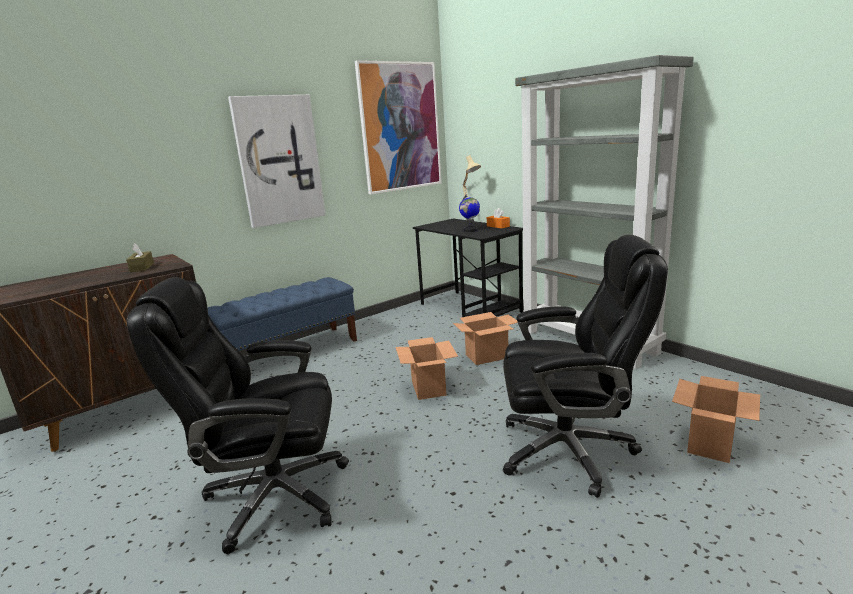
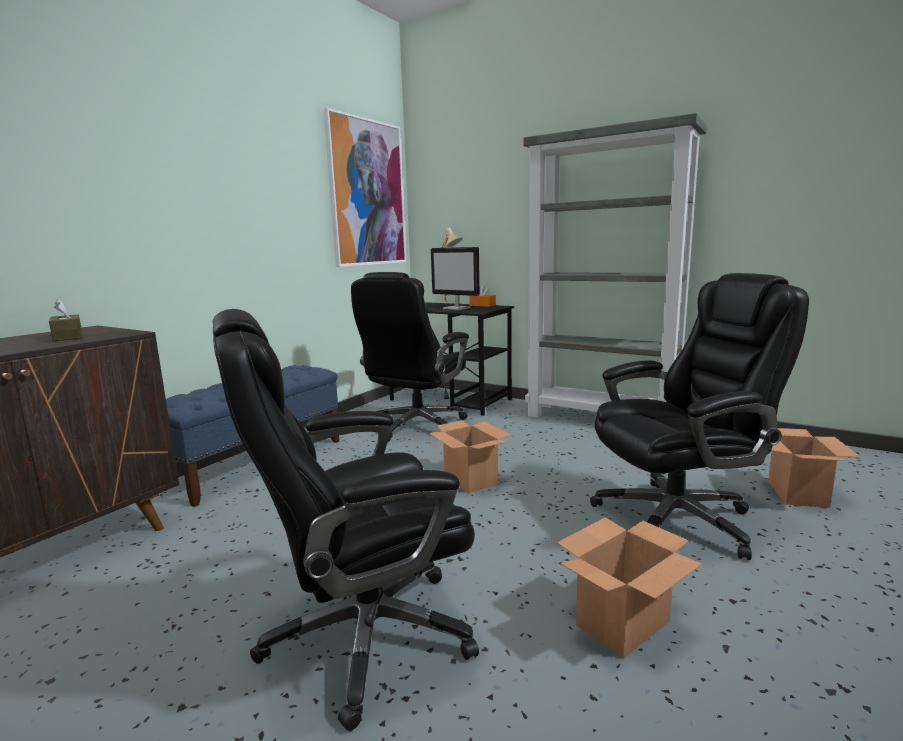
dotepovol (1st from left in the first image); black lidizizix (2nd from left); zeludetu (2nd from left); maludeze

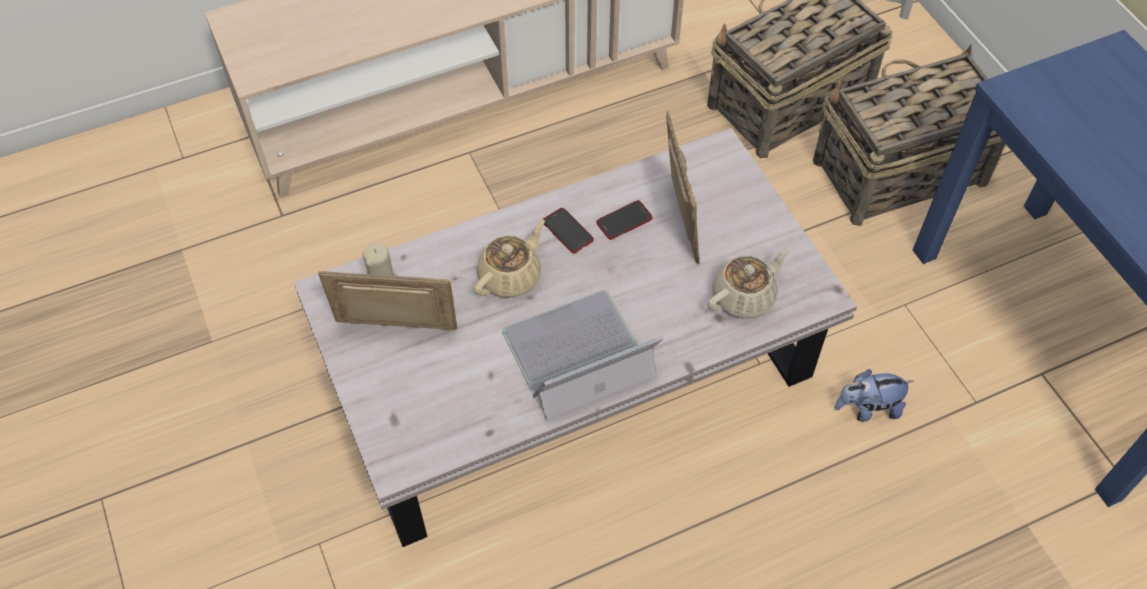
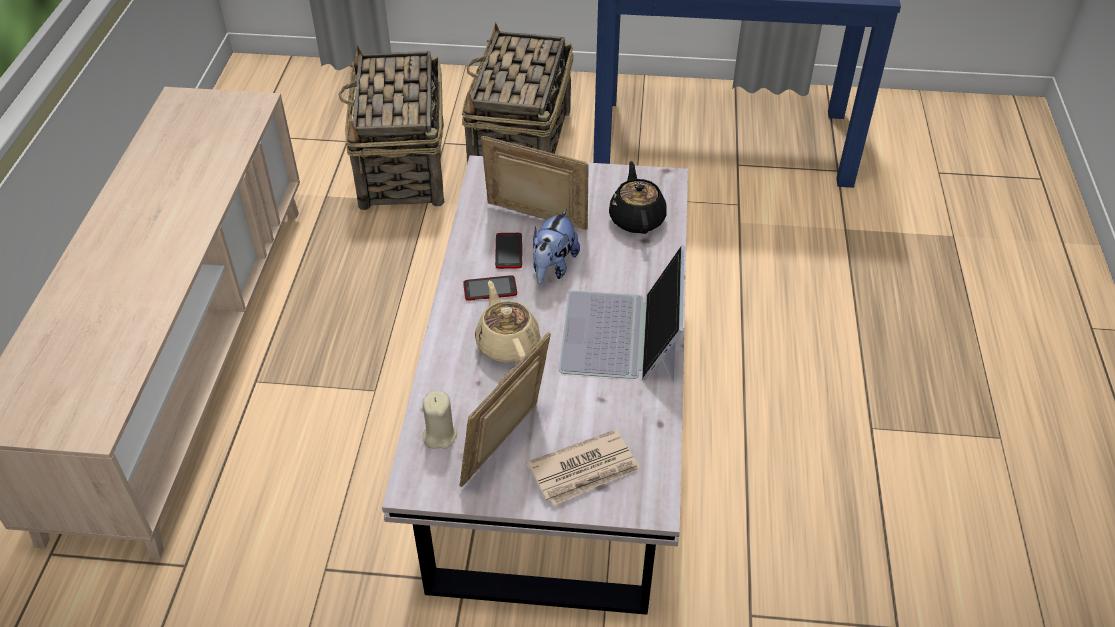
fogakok; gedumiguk; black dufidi

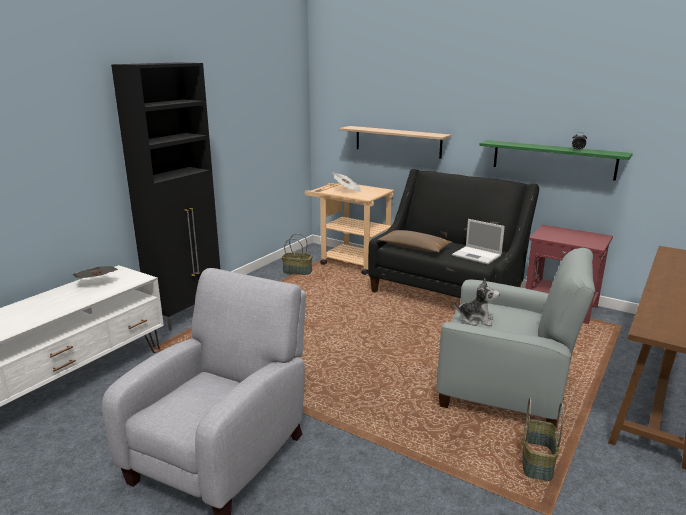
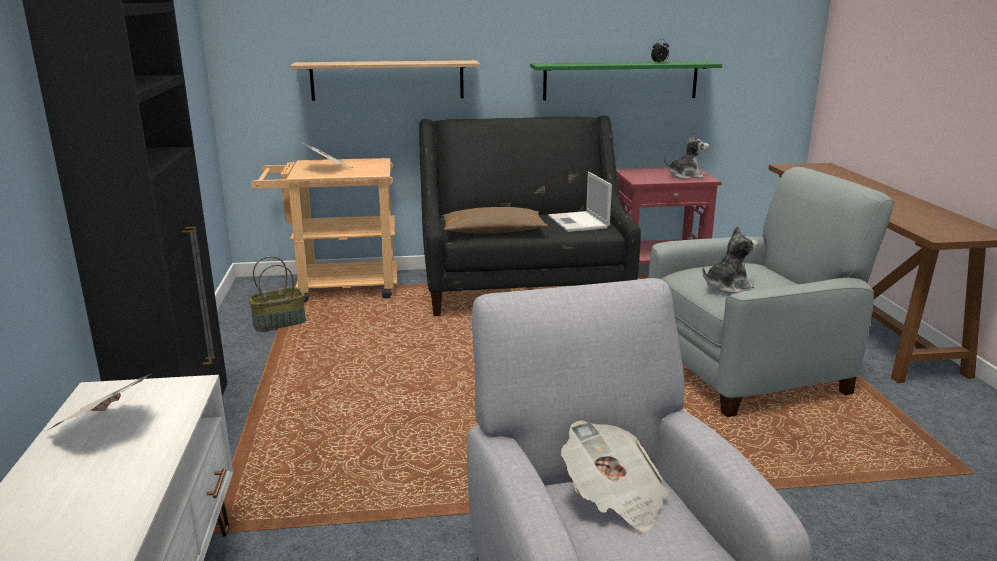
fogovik (2nd from left in the first image); fogakok (3rd from left); gedumiguk (1st from left); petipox

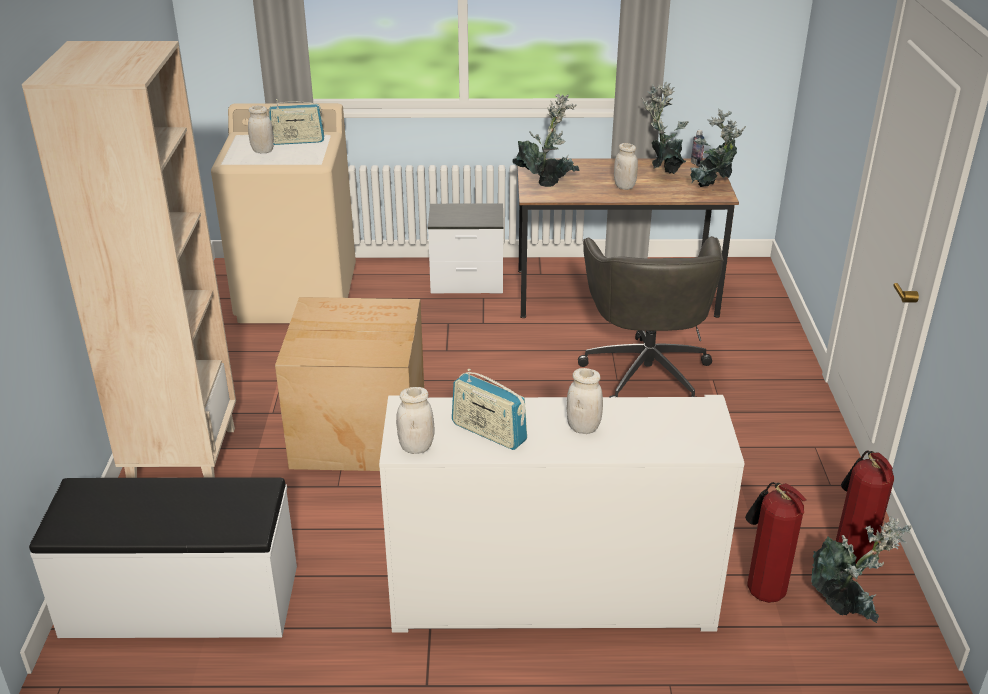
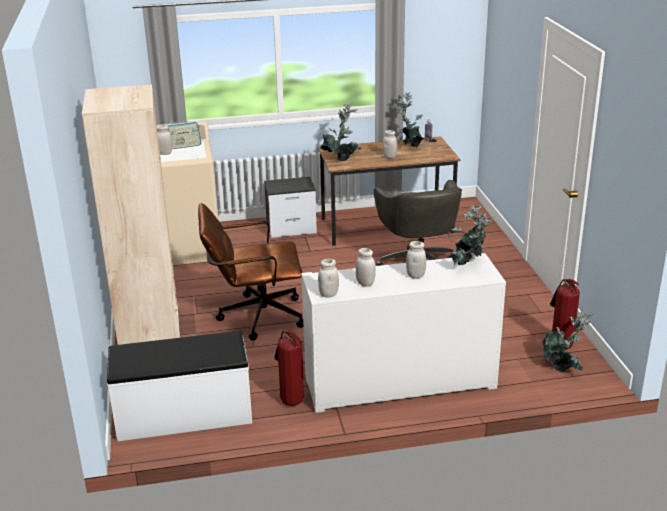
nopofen (3rd from left); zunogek (1st from left); brown lidizizix; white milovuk (3rd from left)

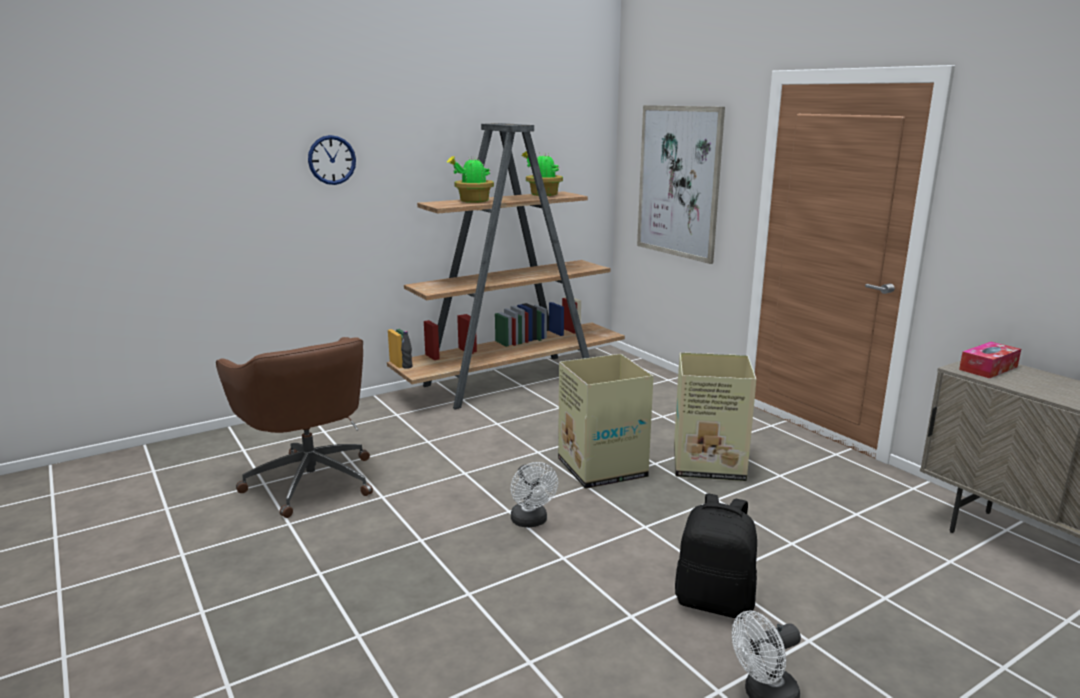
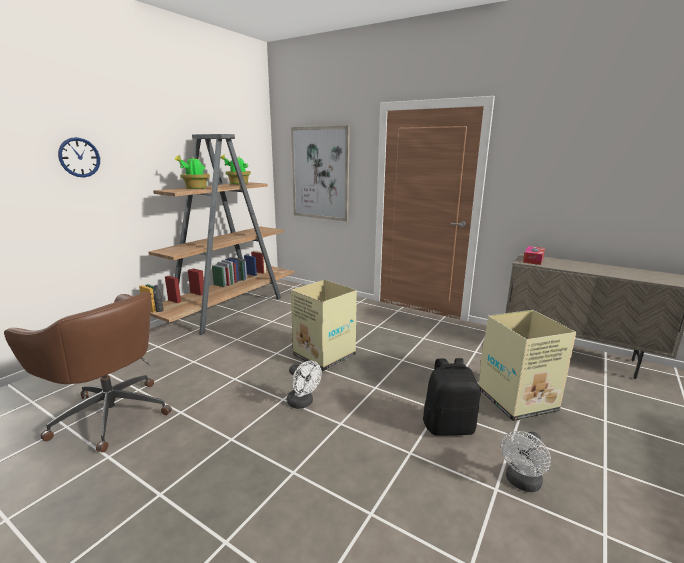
zeludetu (2nd from left)

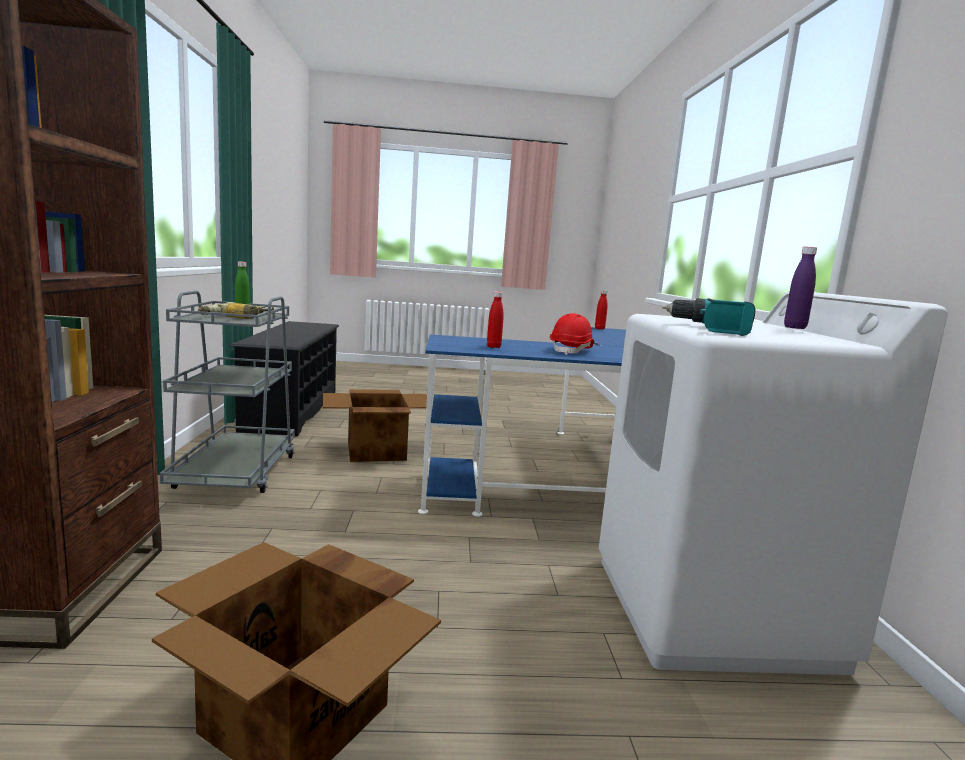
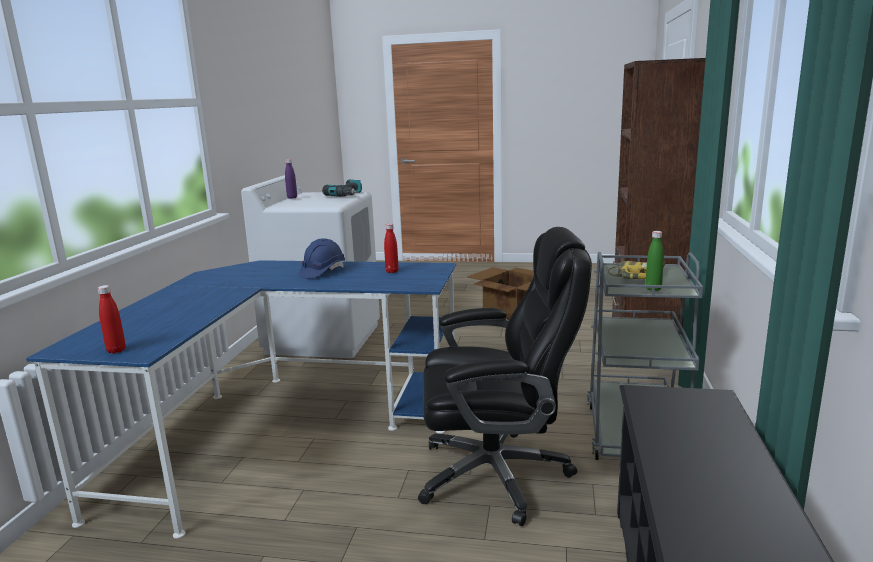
black lidizizix; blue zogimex

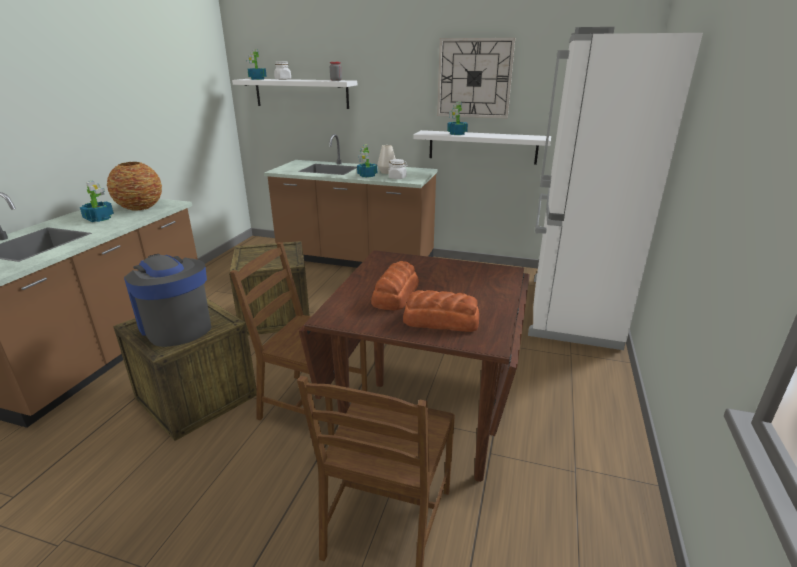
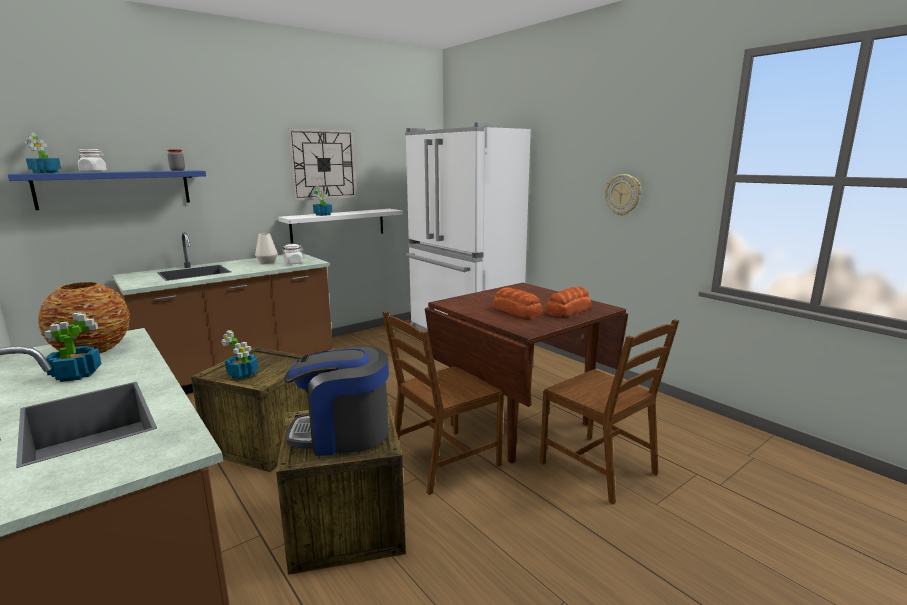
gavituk (2nd from left); nopofen (3rd from left); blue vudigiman

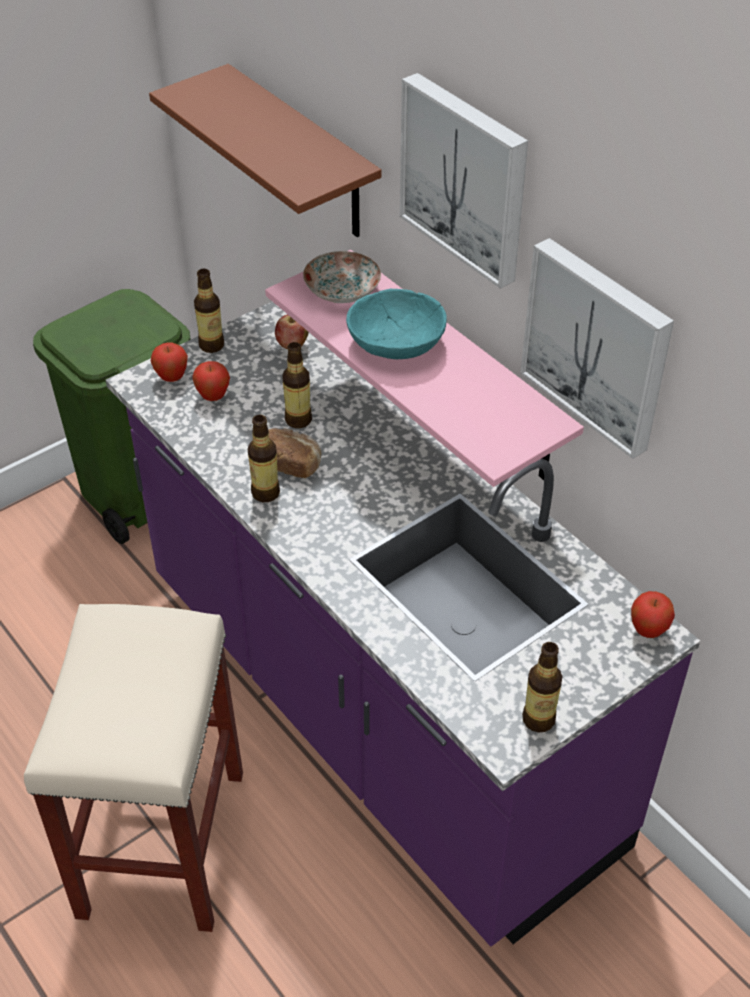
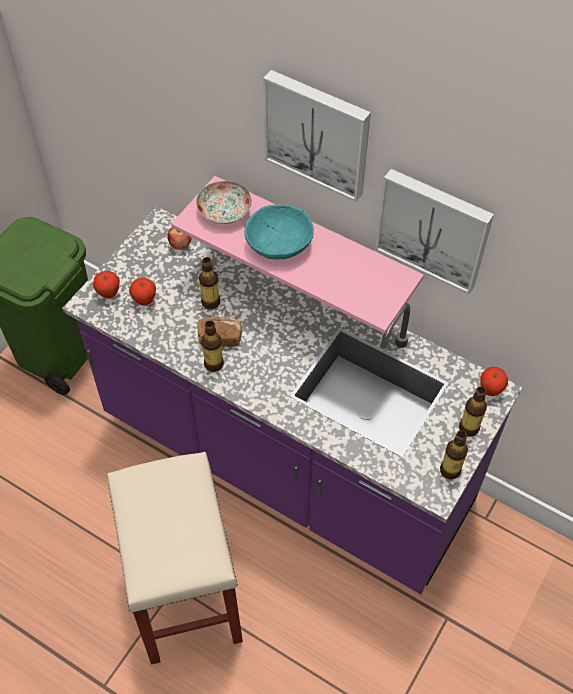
brown vudigiman; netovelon (4th from left)

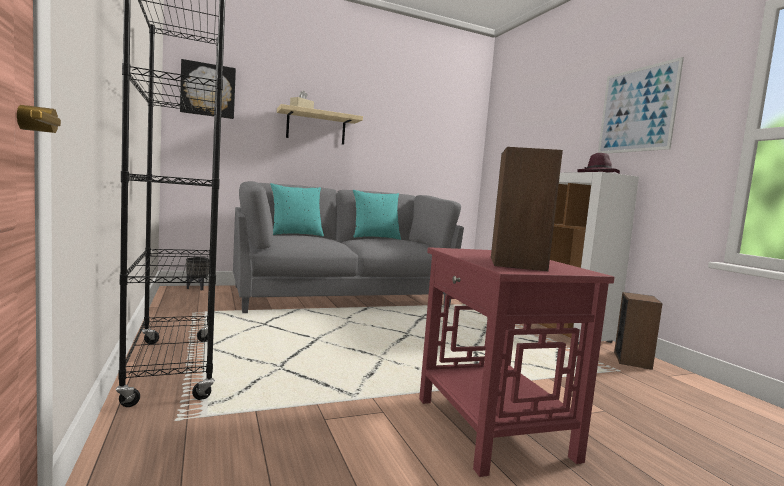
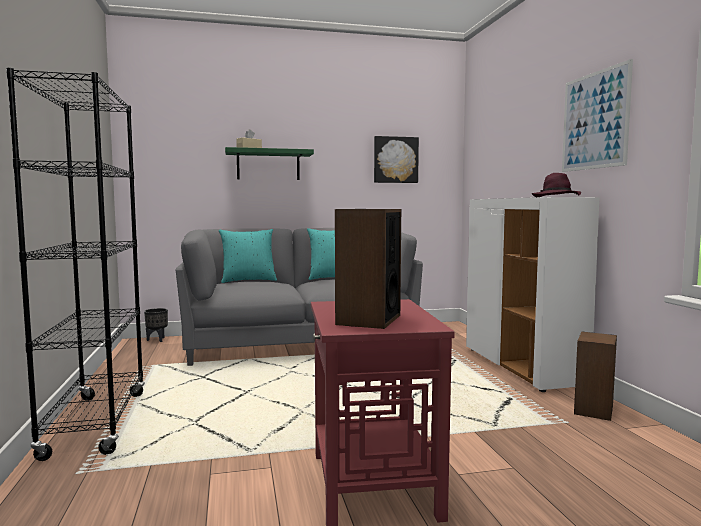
dotepovol (1st from left); green vudigiman

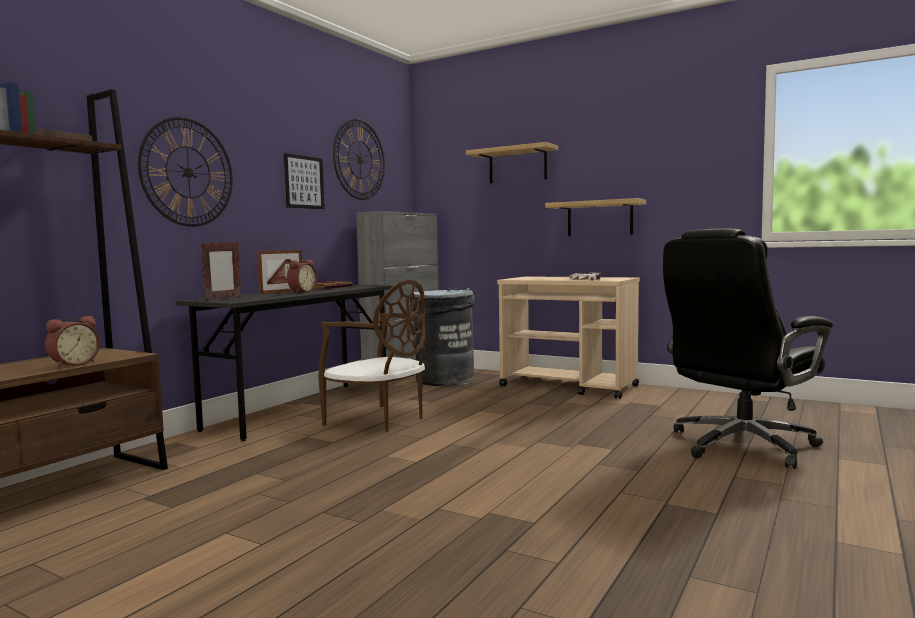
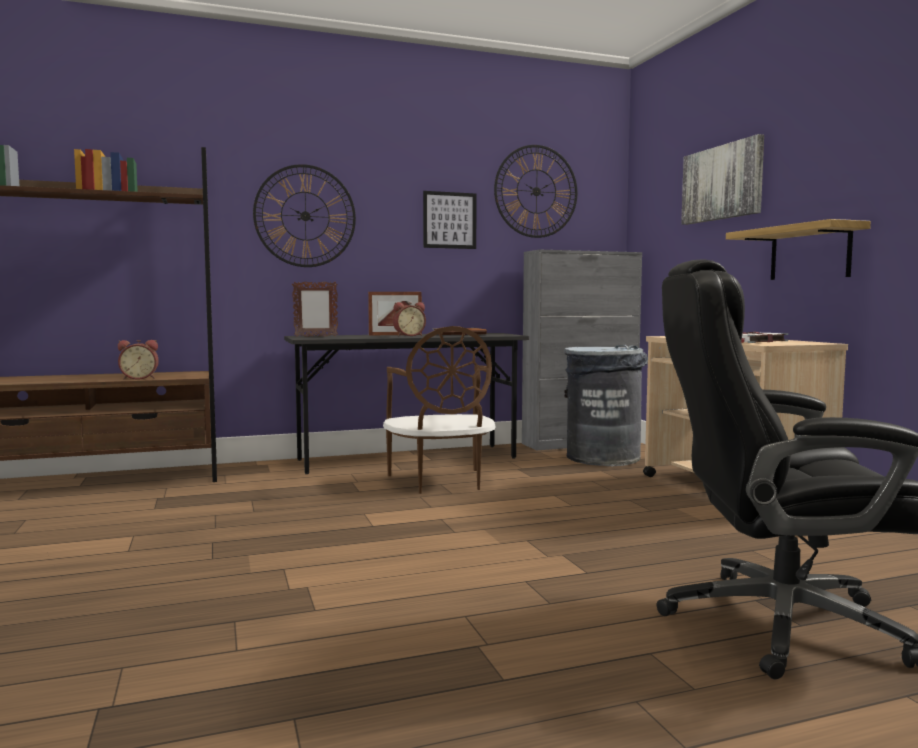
dotepovol (2nd from left)

